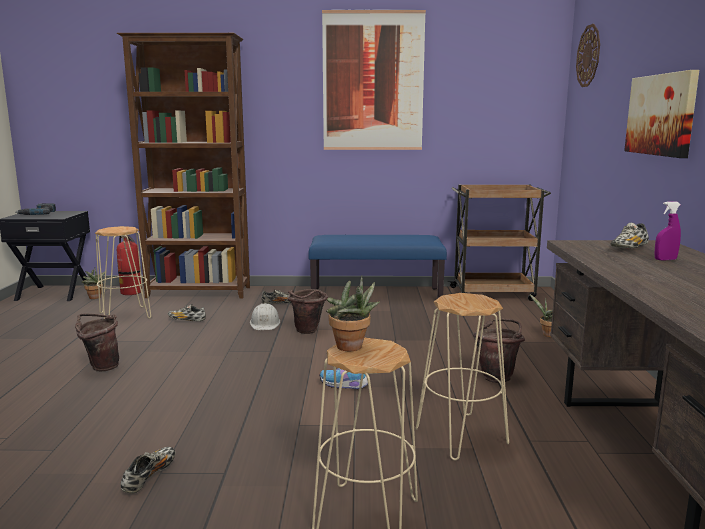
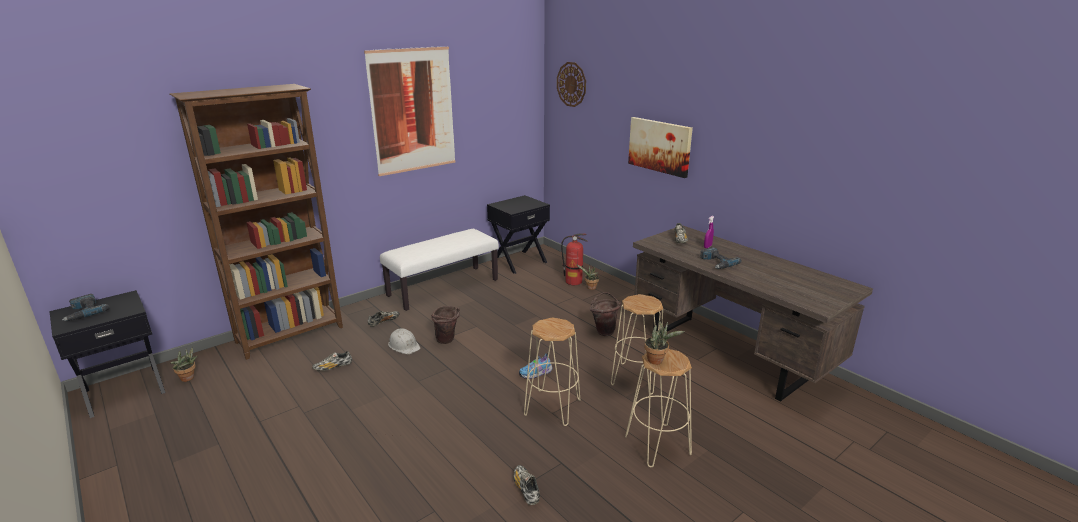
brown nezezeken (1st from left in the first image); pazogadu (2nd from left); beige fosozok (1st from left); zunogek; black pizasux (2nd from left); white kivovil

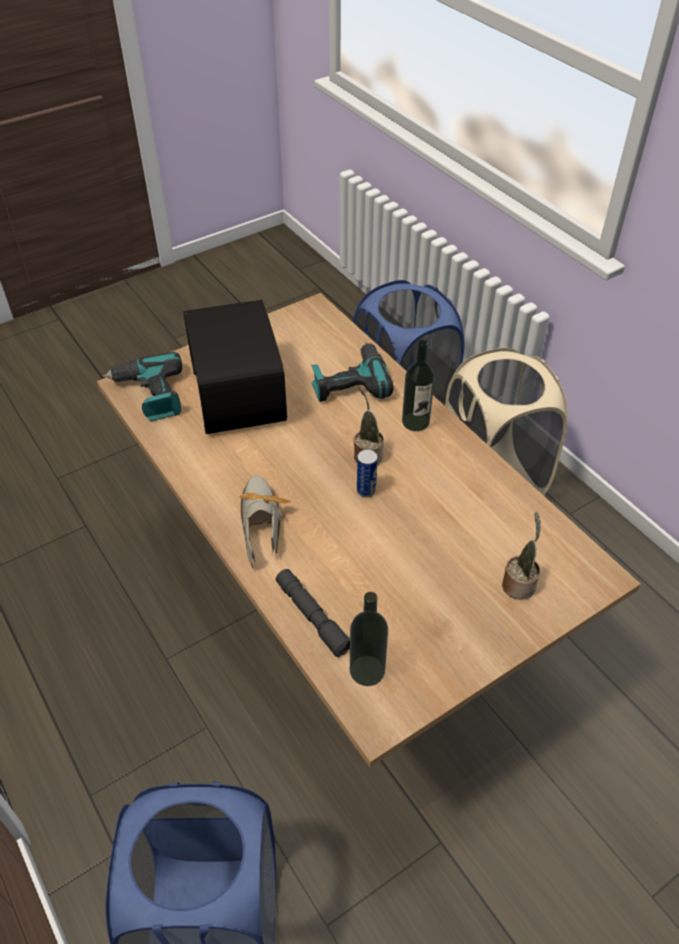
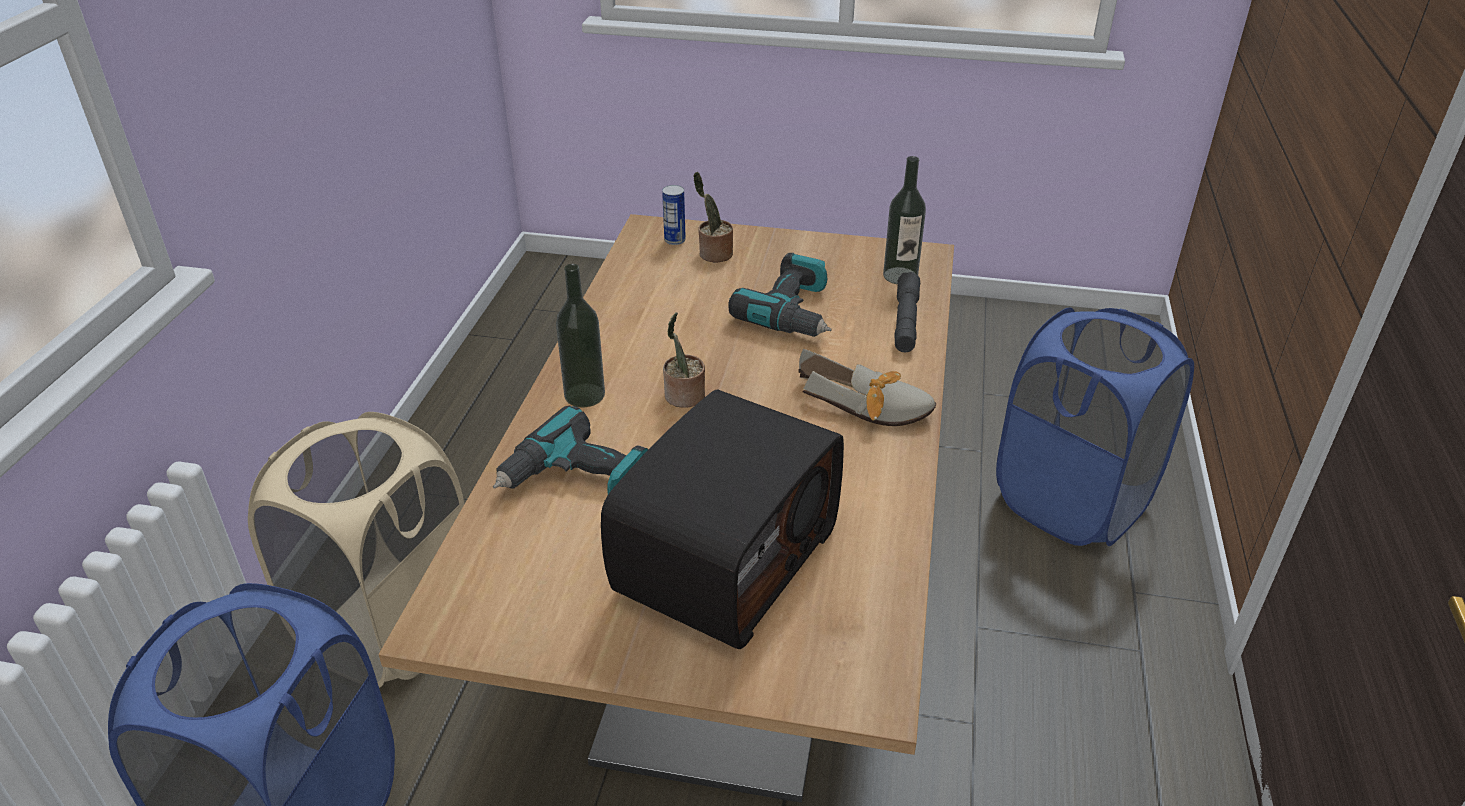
pazogadu (2nd from left); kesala; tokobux

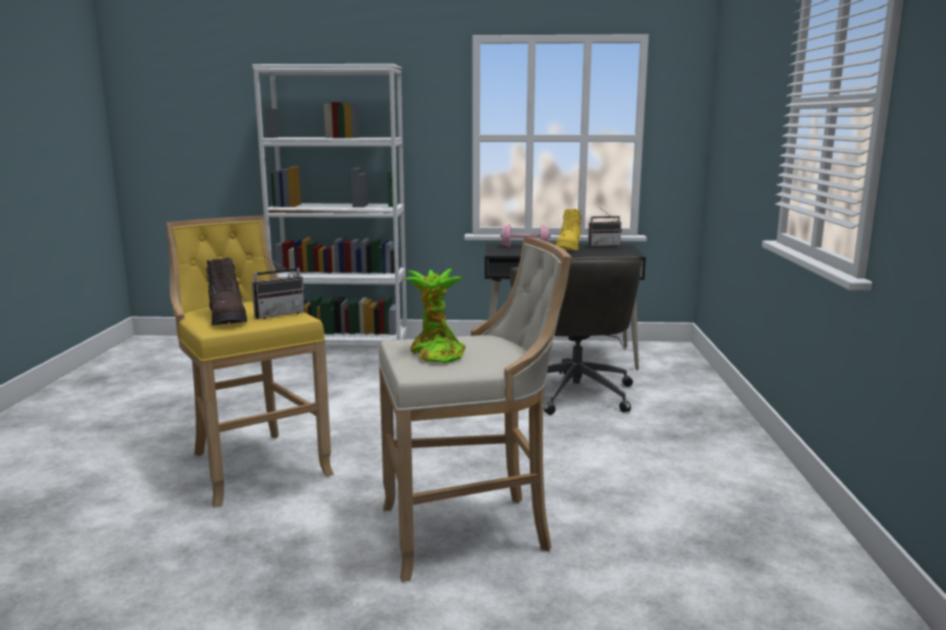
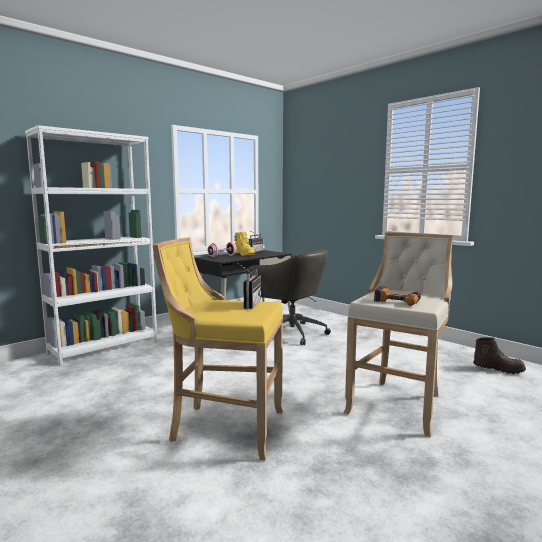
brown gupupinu; pazogadu

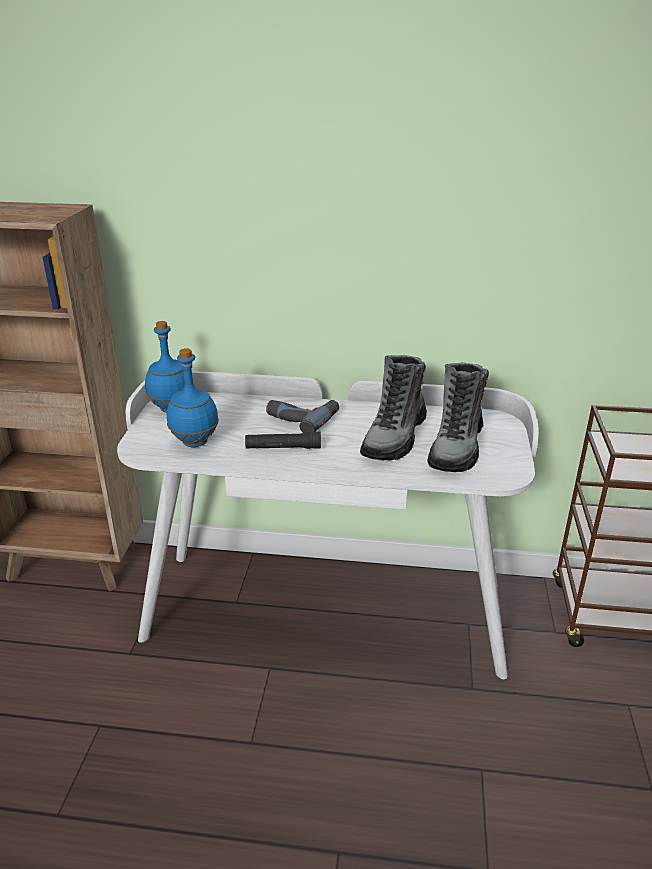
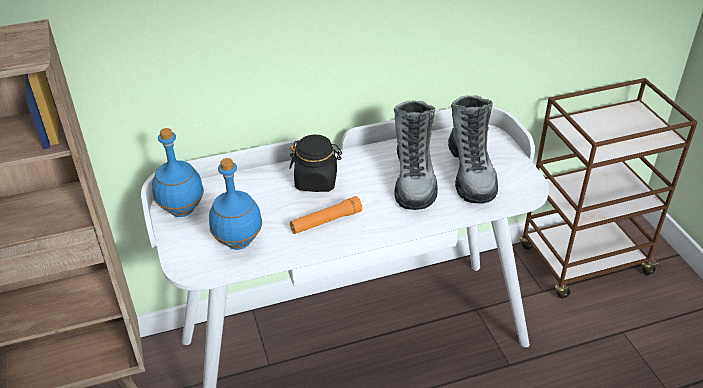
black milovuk; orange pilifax

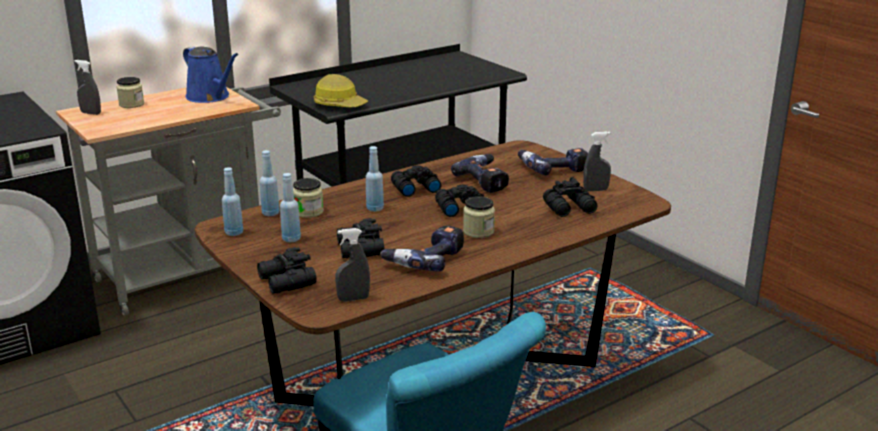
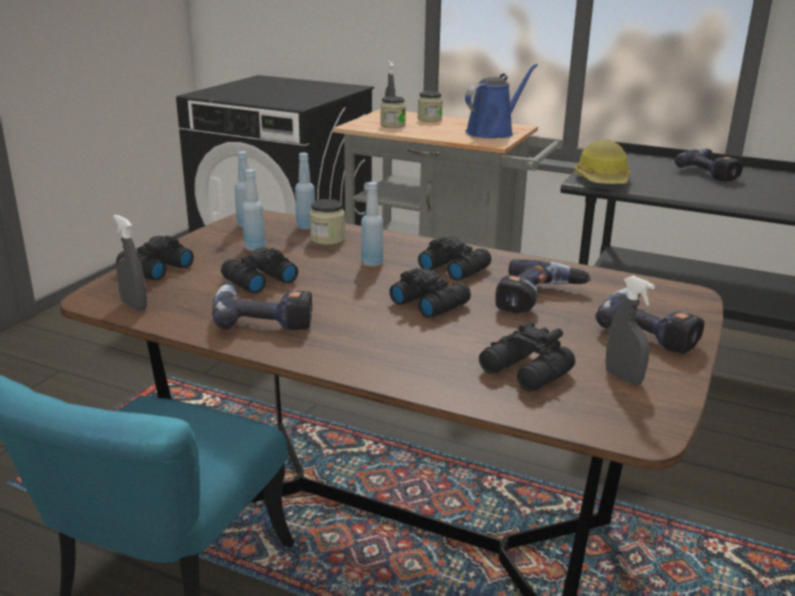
pazogadu (4th from left); milovuk (2nd from left); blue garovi

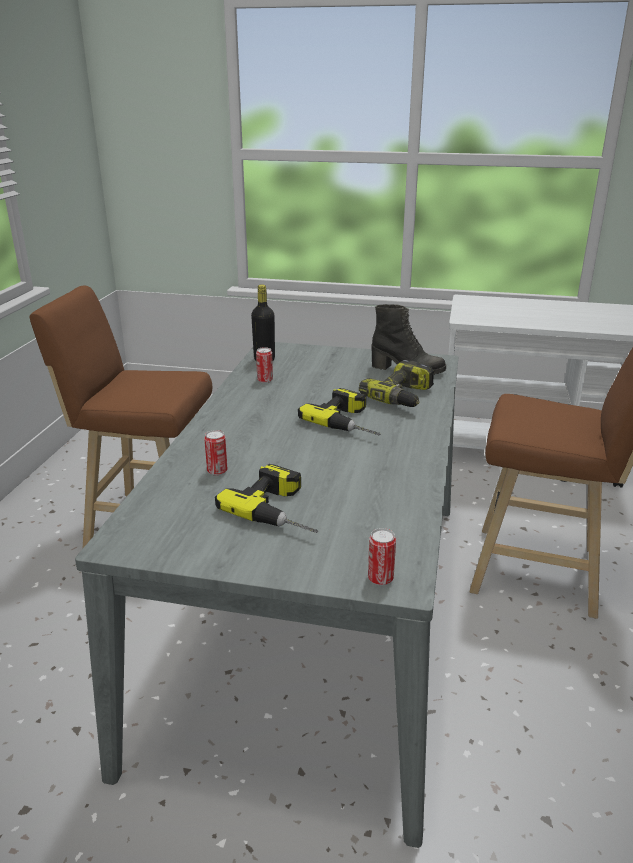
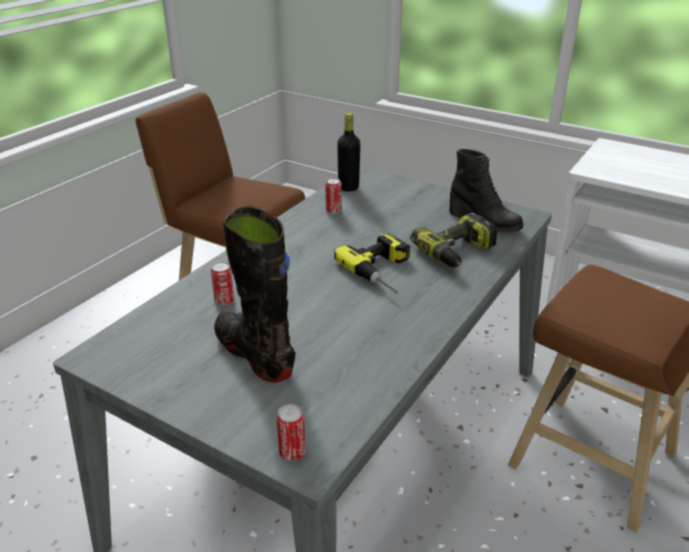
black gupupinu (1st from left)

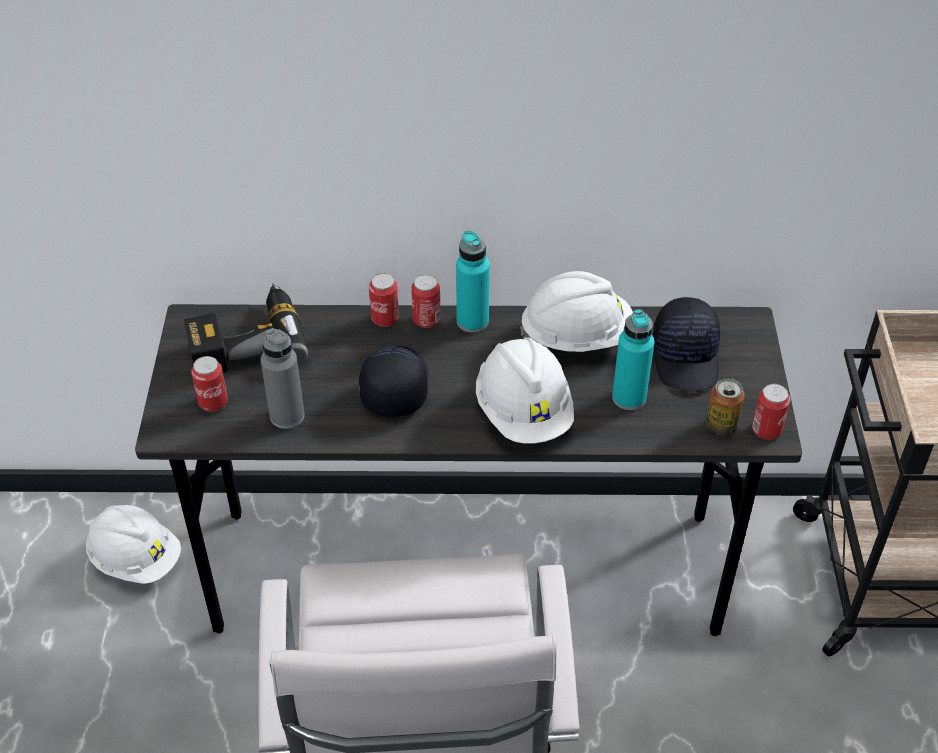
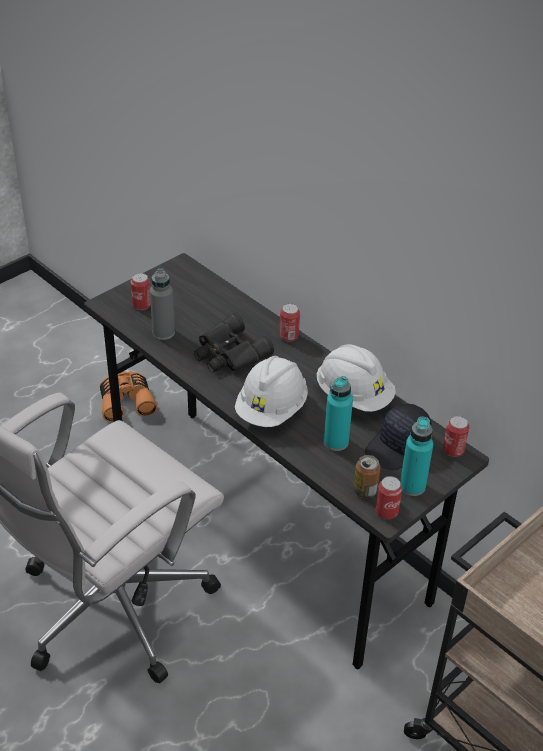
pazogadu; kesala (5th from left); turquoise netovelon (2nd from left); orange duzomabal; black duzomabal

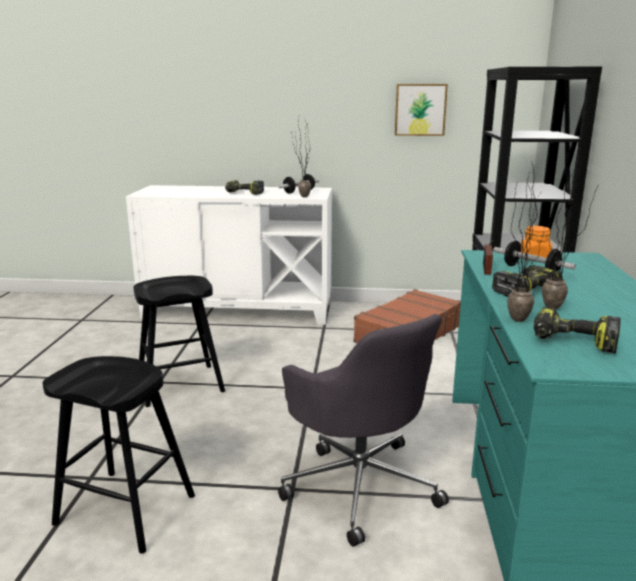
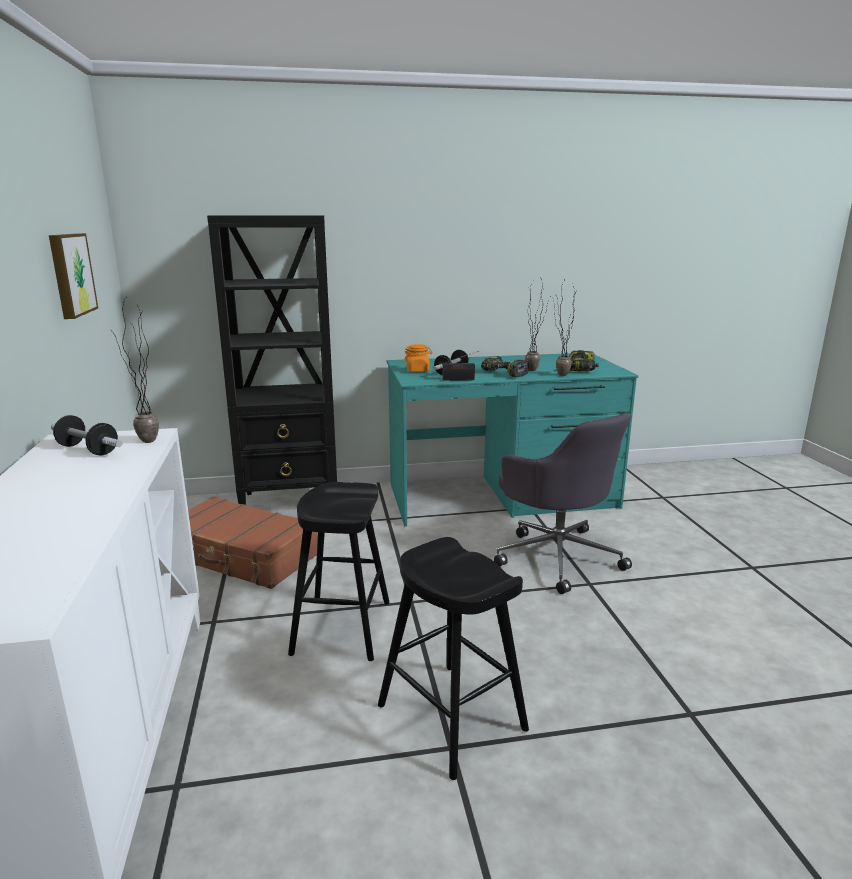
pazogadu (1st from left in the first image); black fosozok (1st from left); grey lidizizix

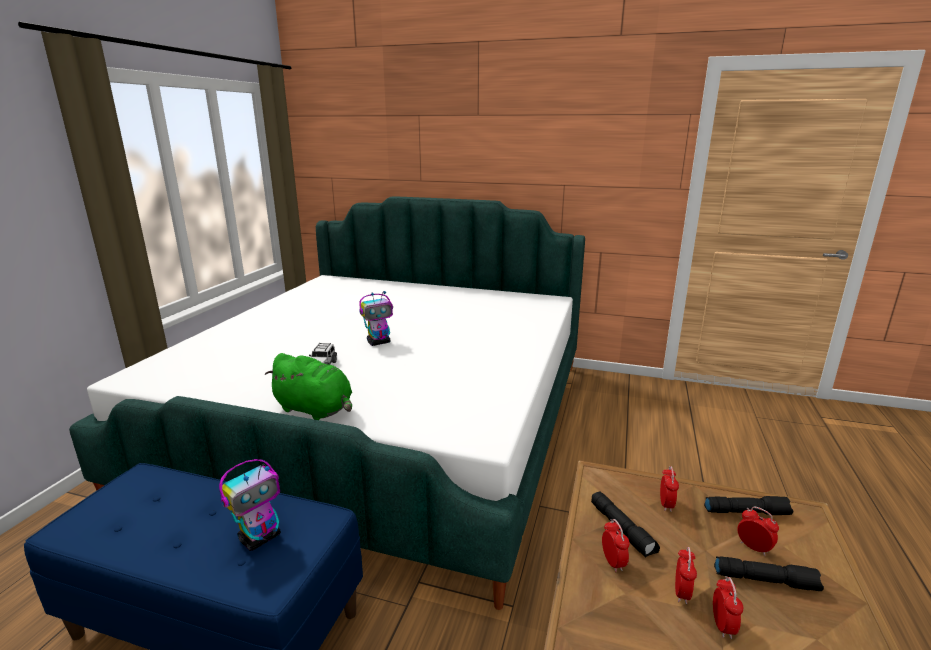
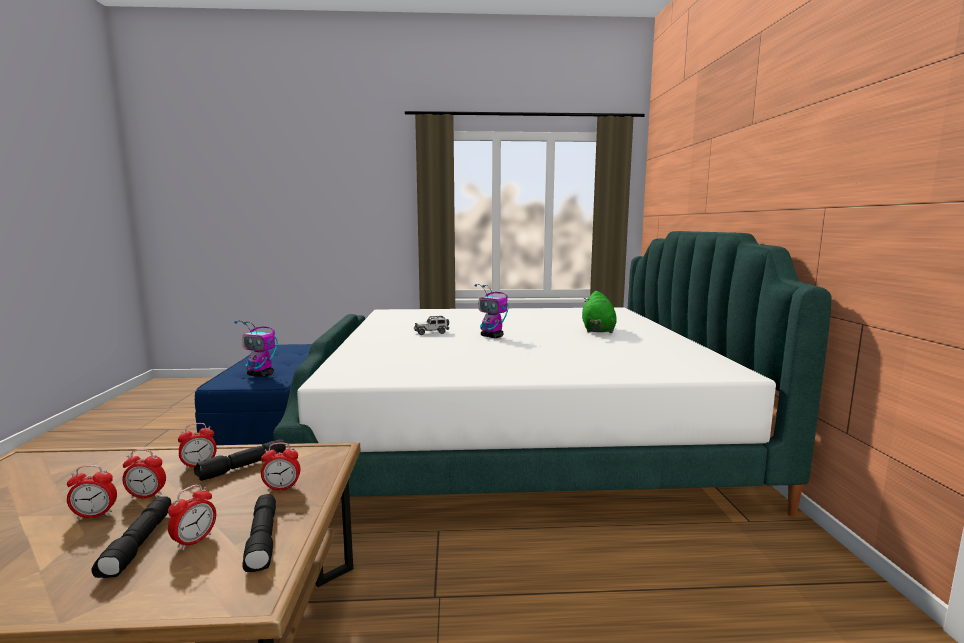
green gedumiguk

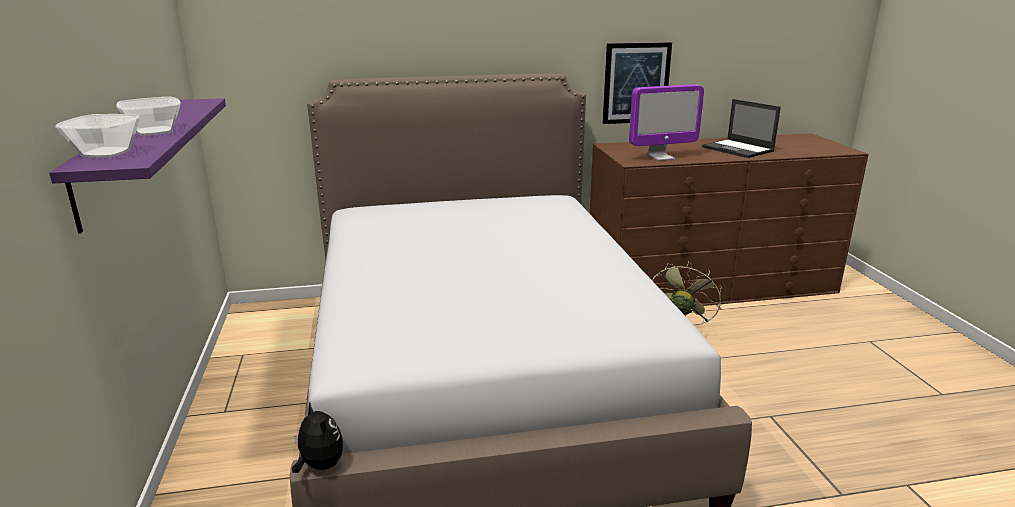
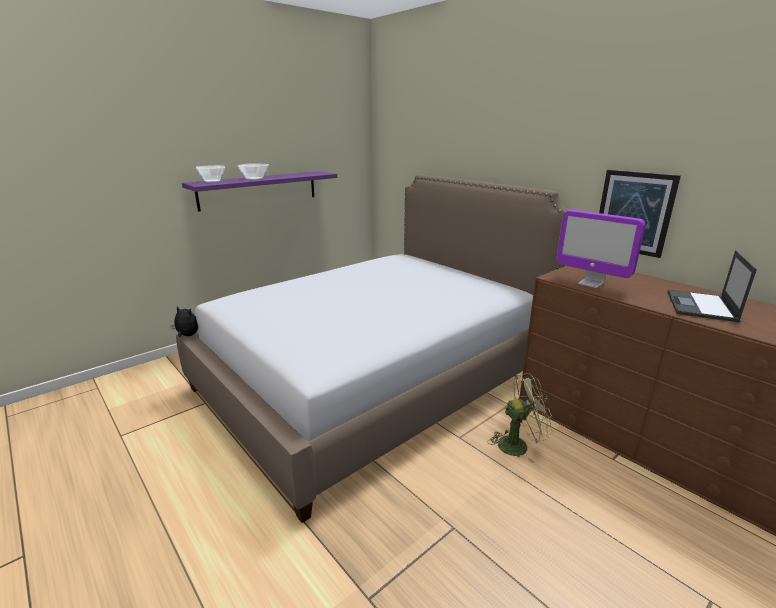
gedumiguk

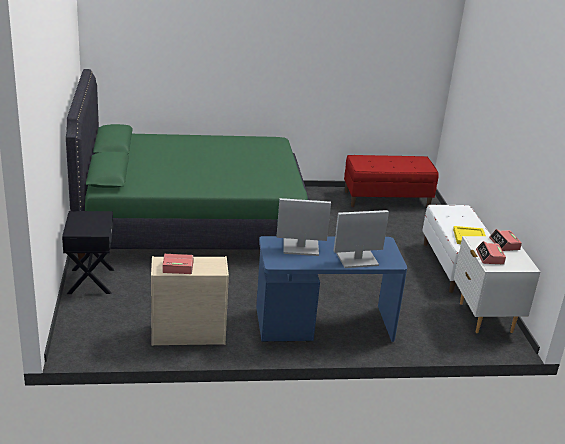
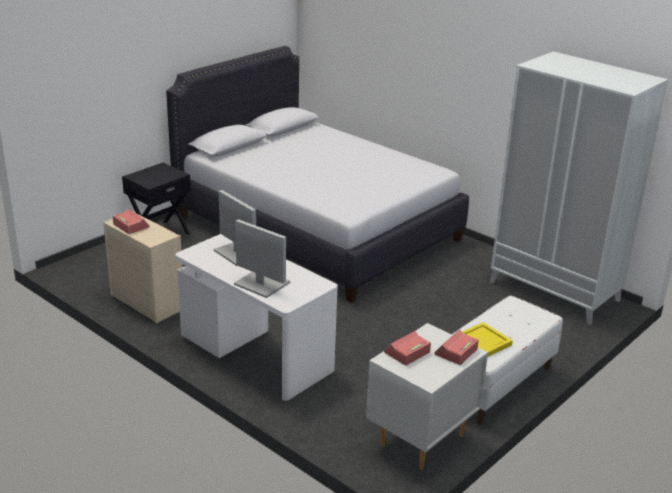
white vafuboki; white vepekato; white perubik

